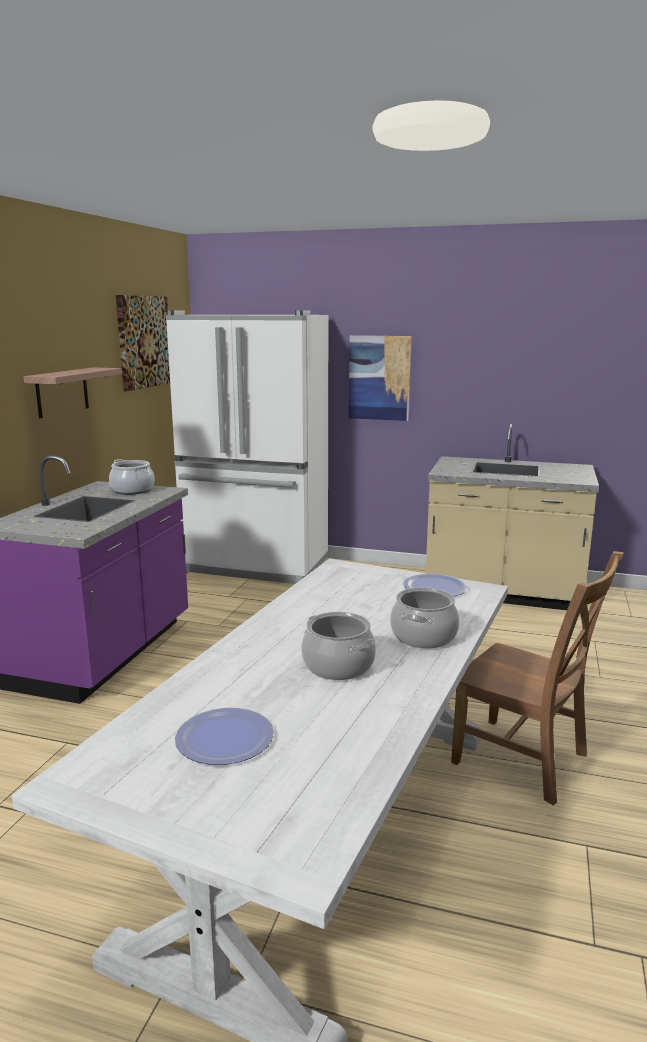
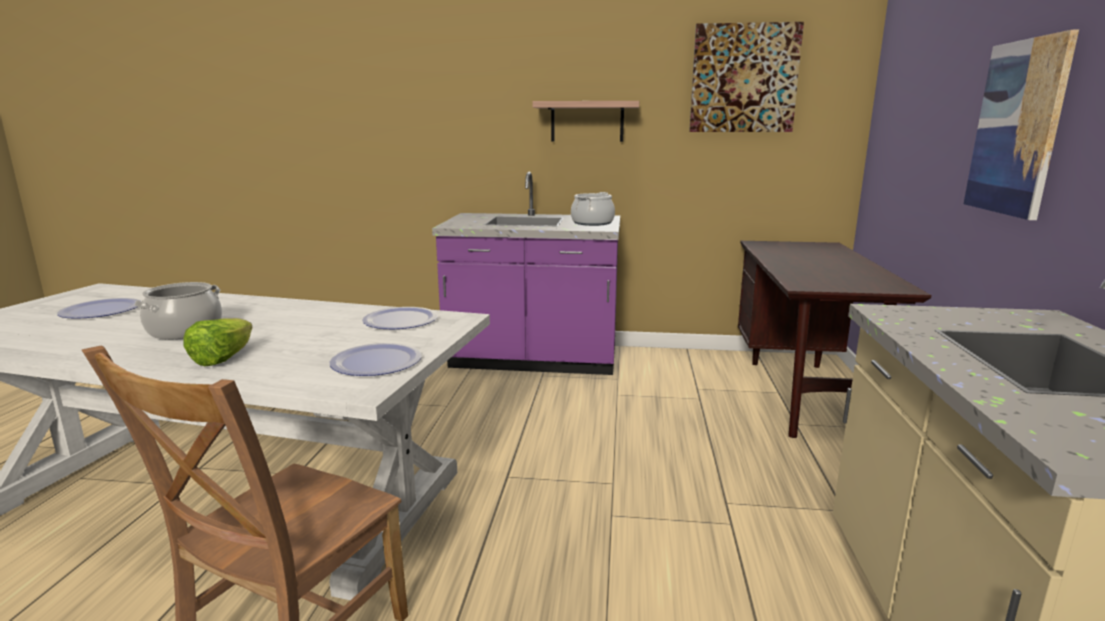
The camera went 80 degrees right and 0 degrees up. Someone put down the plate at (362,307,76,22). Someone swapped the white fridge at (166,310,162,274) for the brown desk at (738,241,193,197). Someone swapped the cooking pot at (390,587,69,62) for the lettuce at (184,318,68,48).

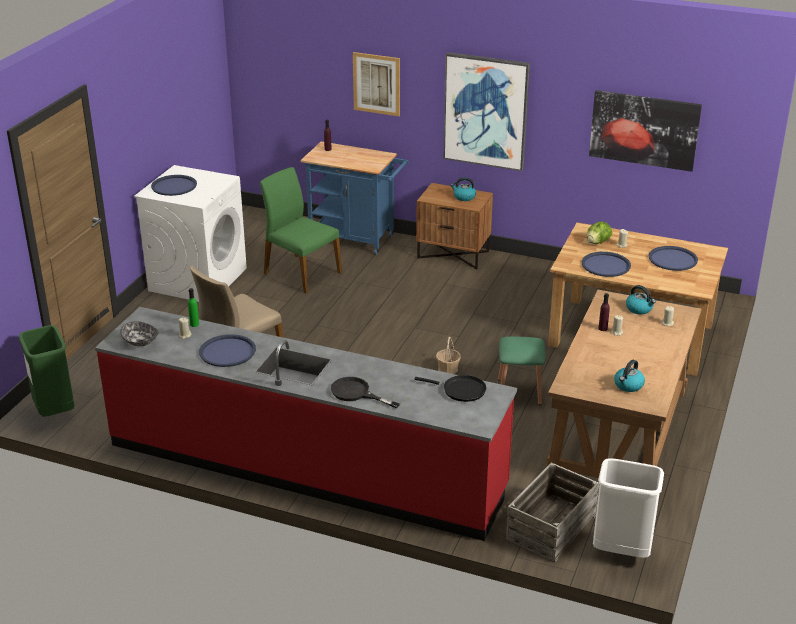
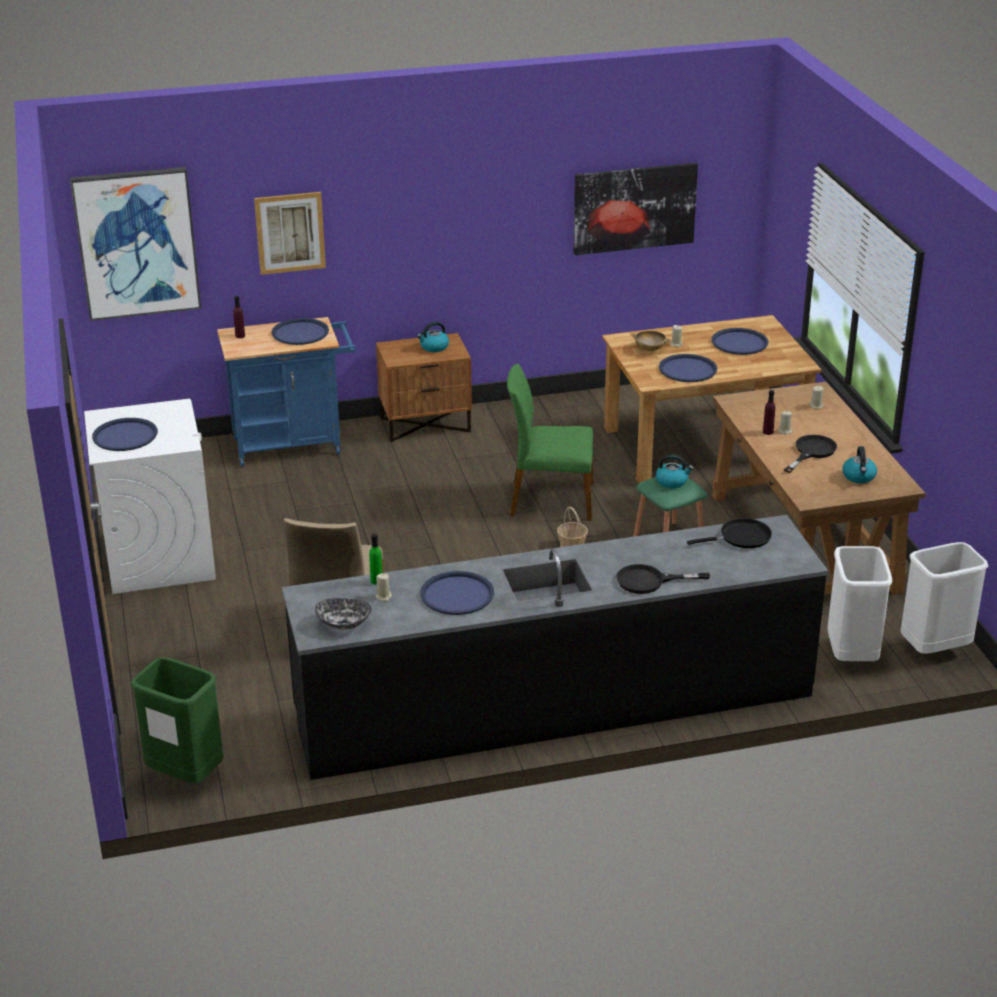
The camera went 35 degrees left and 0 degrees up. Someone put down the blue tray at (272,318,57,27). Someone put down the black frying pan at (784,435,53,38). Someone carried the green chair from (260,167,82,126) to (507,364,86,157). Someone carried the picture from (443,52,87,119) to (70,167,131,154). Someone carried the kettle from (626,285,30,29) to (656,454,38,34). Someone swapped the crate at (506,463,93,99) for the white trash can at (828,546,64,115). Someone swapped the lettuce at (587,222,25,22) for the beige bowl at (632,331,38,20). Someone repainted the red counter at (95,307,422,234), which became the black counter at (282,515,546,265).

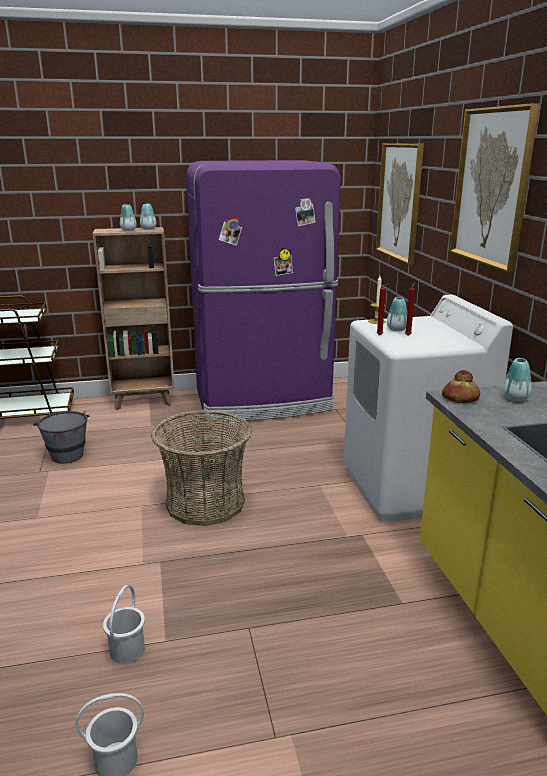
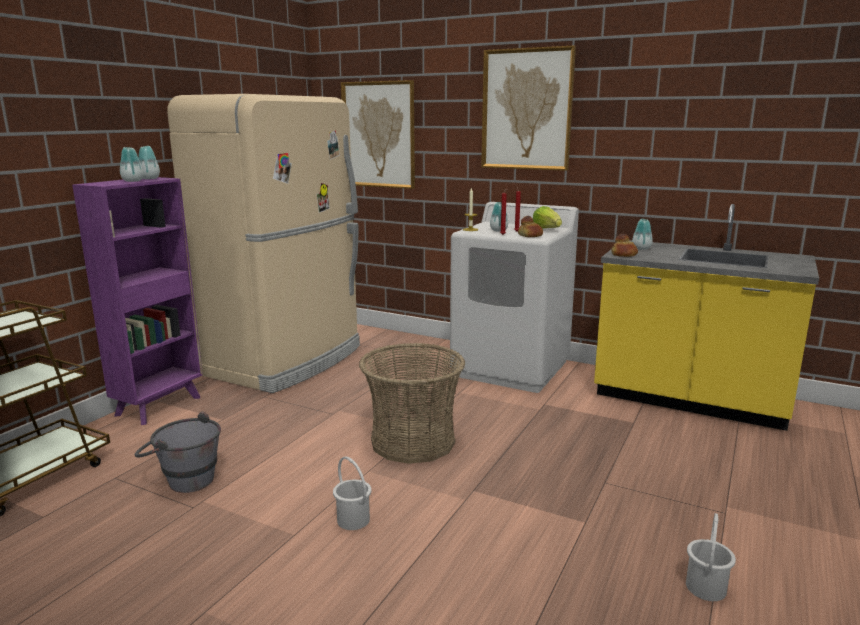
The camera went 50 degrees left and 5 degrees down. Someone put down the bread at (518,216,25,21). Someone put down the lettuce at (533,206,29,23). Someone carried the white bucket from (103,585,42,79) to (333,456,39,74). Someone repainted the brown bookcase at (93,227,82,183), which became the purple bookcase at (72,177,131,248). Someone repainted the purple fridge at (186,160,155,262), which became the beige fridge at (167,94,193,299).

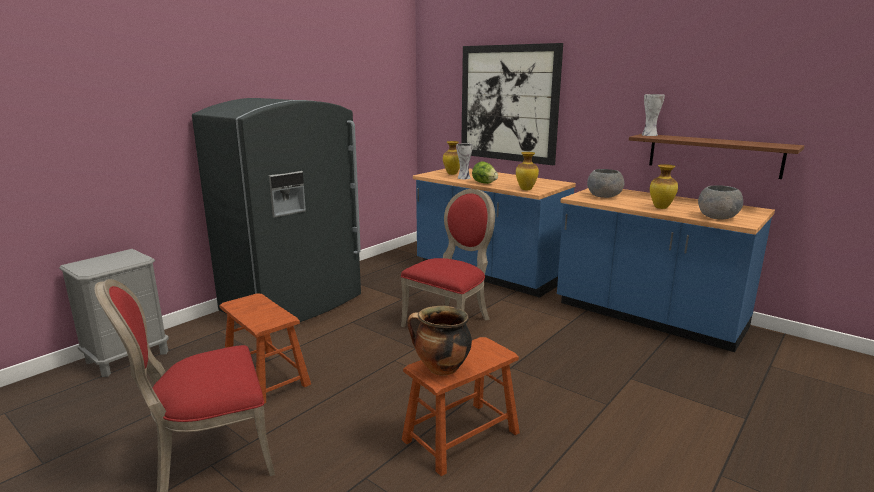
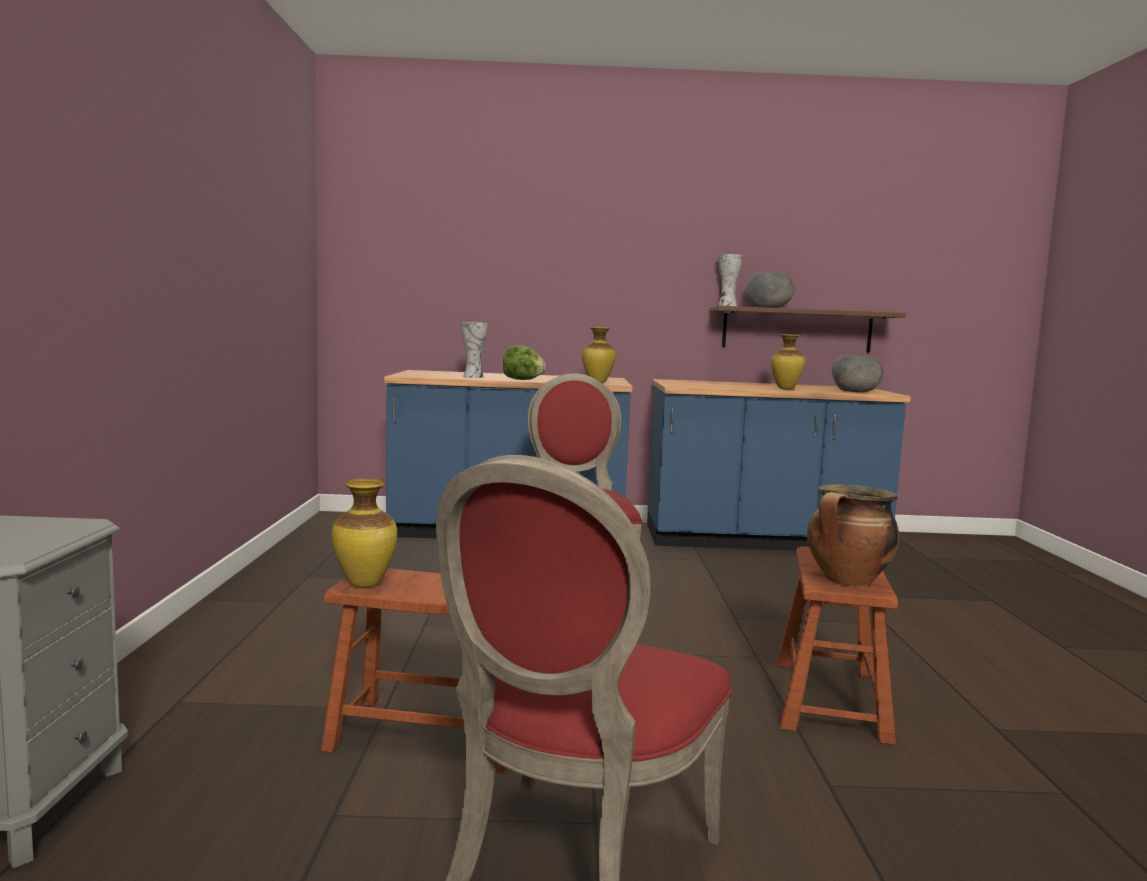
The camera went 40 degrees left and 10 degrees down. Someone took away the grey fridge at (192,98,169,224). Someone took away the picture at (461,43,102,122). Someone carried the vase from (443,141,17,34) to (332,479,65,109). Someone carried the grey bowl from (587,169,37,29) to (746,273,48,35).

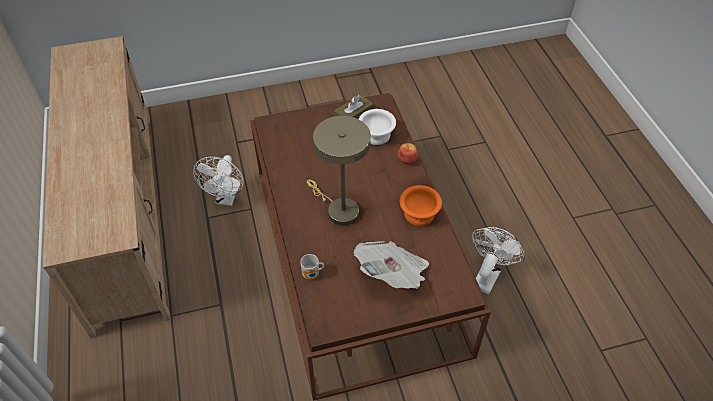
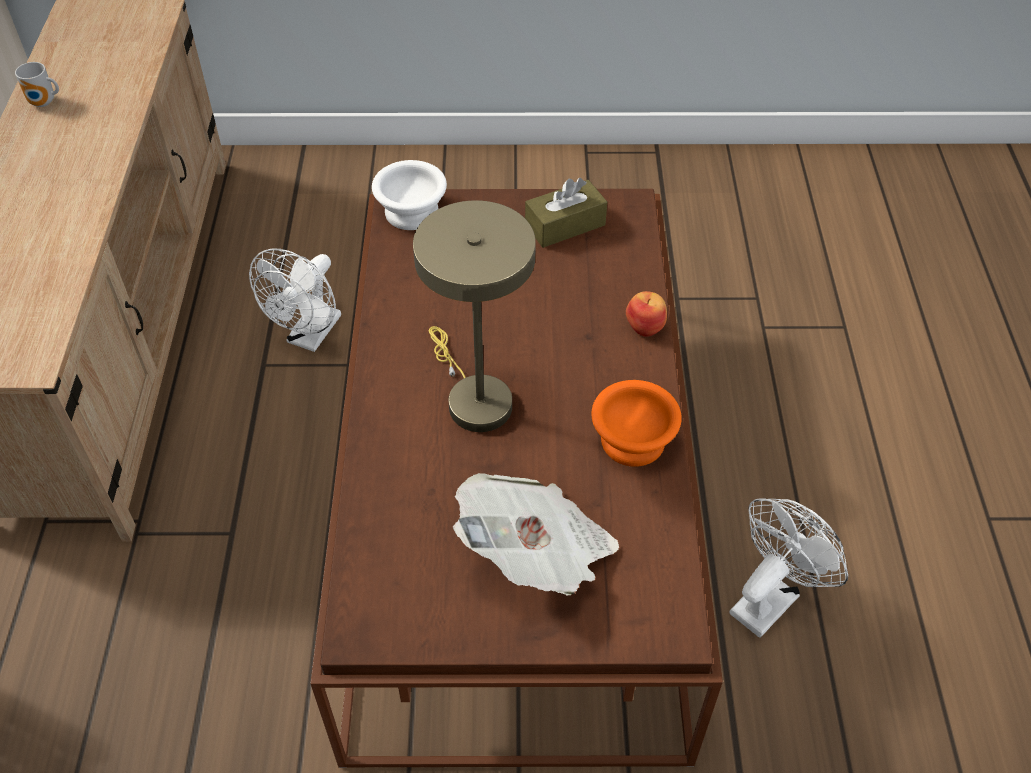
The camera went 15 degrees right and 0 degrees up. Someone carried the mug from (300,254,24,26) to (15,62,44,45). Someone carried the white bowl from (359,109,37,36) to (372,160,75,70).

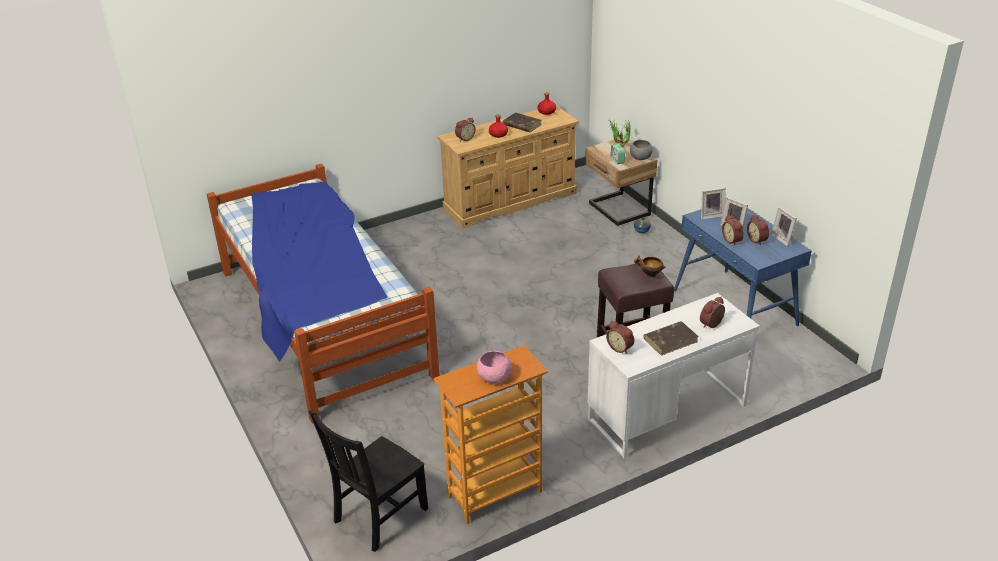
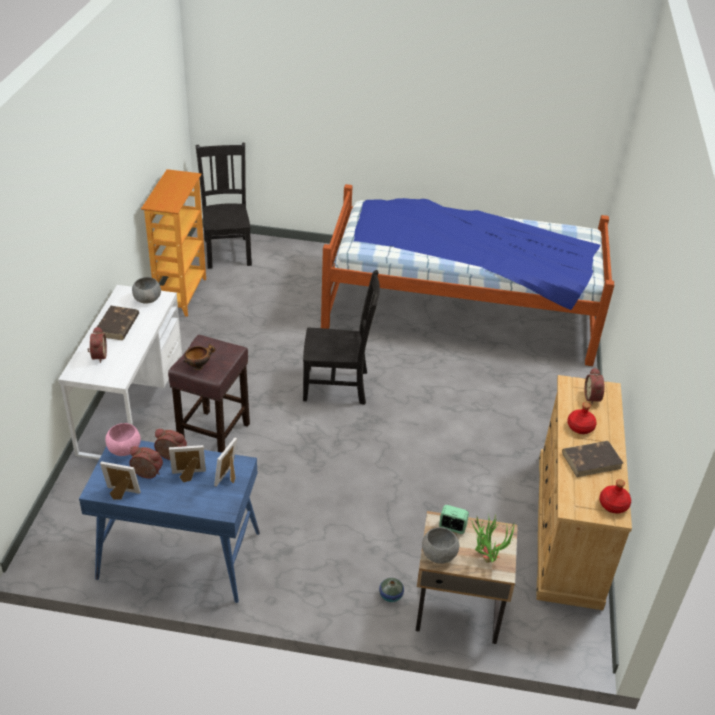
The camera went 125 degrees right and 5 degrees up. Someone put down the black chair at (303,270,77,135). Someone carried the pink bowl from (477,351,34,32) to (105,423,36,33). Someone swapped the alarm clock at (606,321,28,33) for the grey bowl at (132,277,29,27).

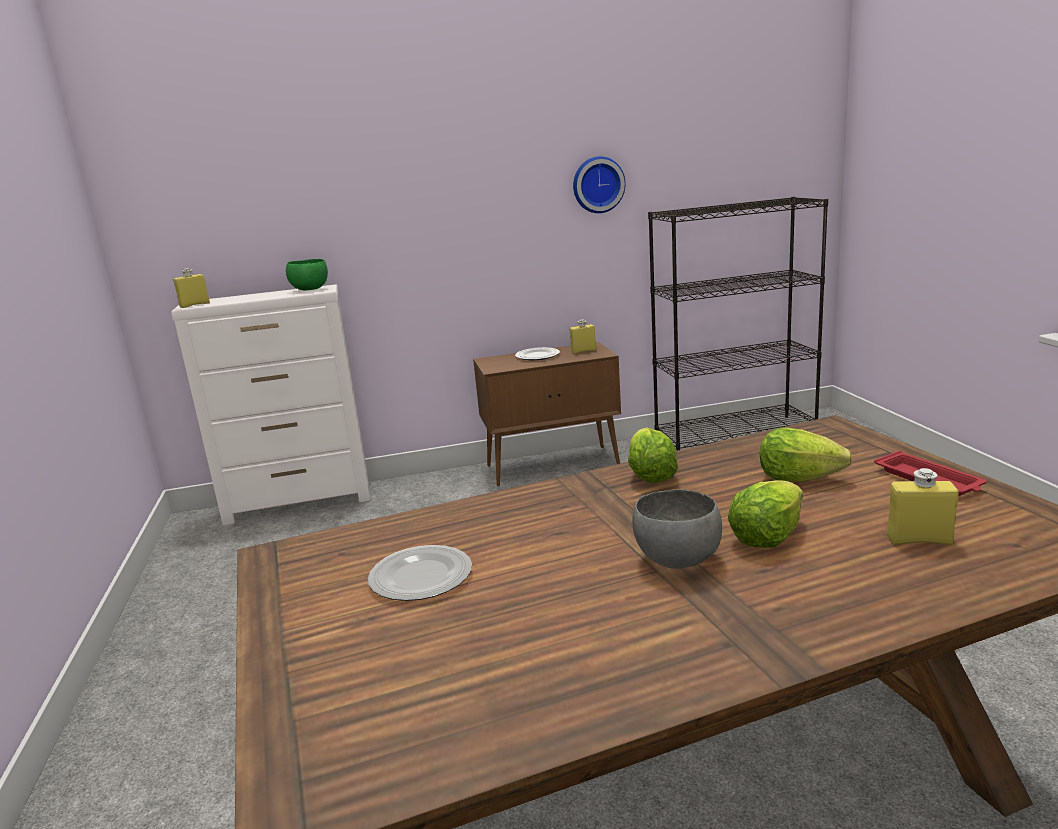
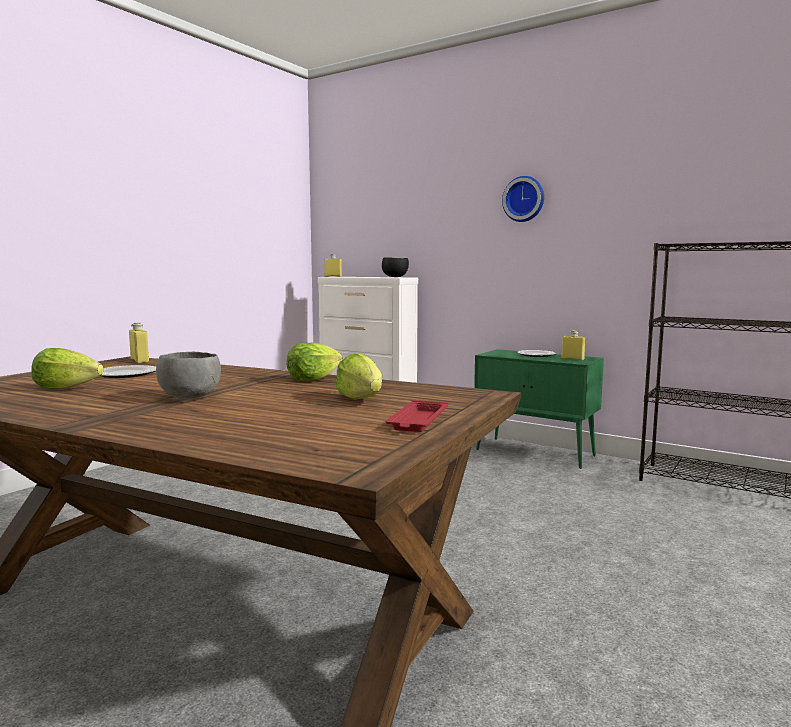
The camera went 45 degrees right and 10 degrees down. Someone carried the wall clock from (573,156,53,57) to (502,176,42,46). Someone carried the lettuce from (728,480,75,68) to (31,348,73,41). Someone carried the yellow bottle from (887,468,72,77) to (129,322,20,41). Someone repainted the green bowl at (286,259,42,31), which became the black bowl at (382,257,27,20). Someone repainted the brown cabinet at (473,342,148,144), which became the green cabinet at (474,349,130,120).

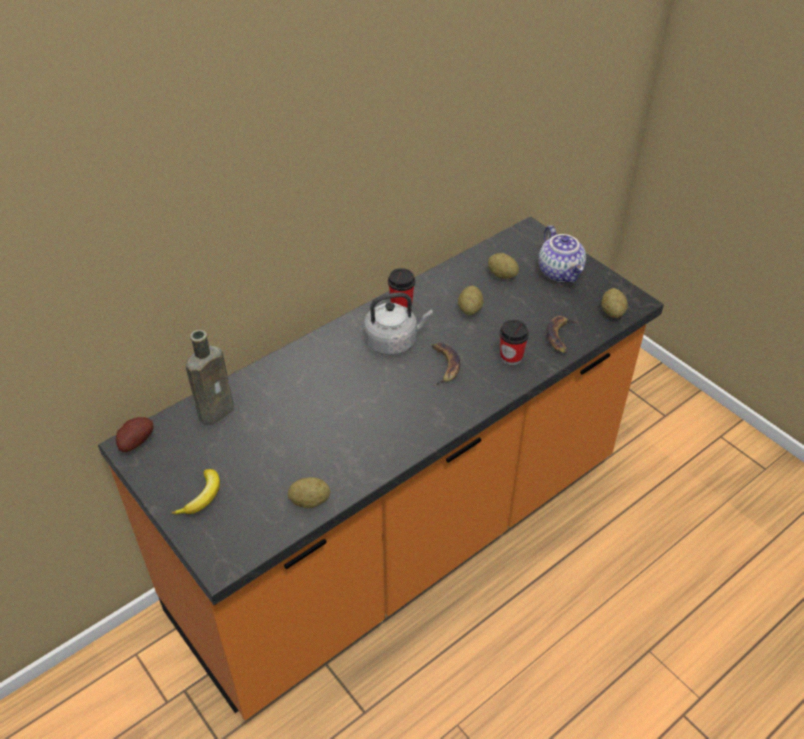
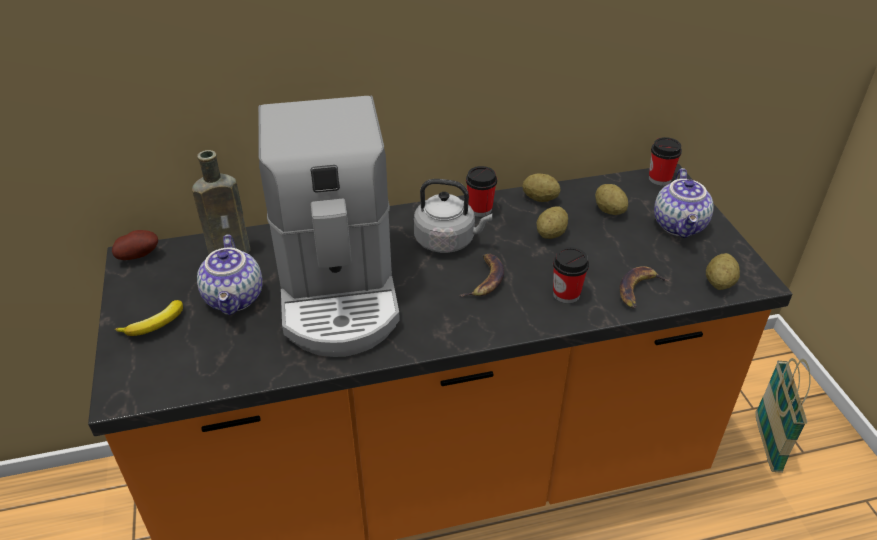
The camera went 25 degrees right and 5 degrees down. Someone put down the teapot at (197,235,66,80). Someone put down the coffee machine at (258,96,142,261). Someone put down the cup at (649,137,33,49). Someone put down the basket at (756,358,55,115). Someone carried the potato from (288,477,42,31) to (522,173,38,29).

